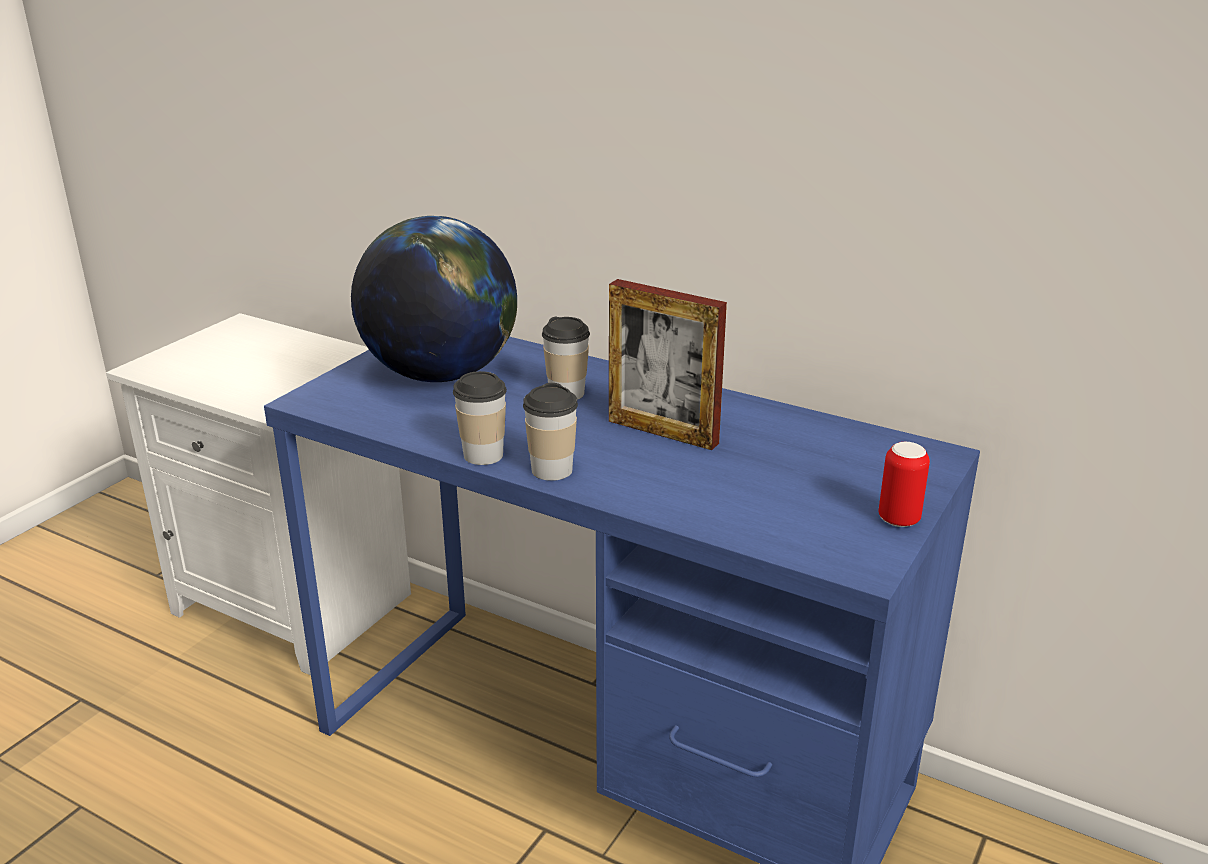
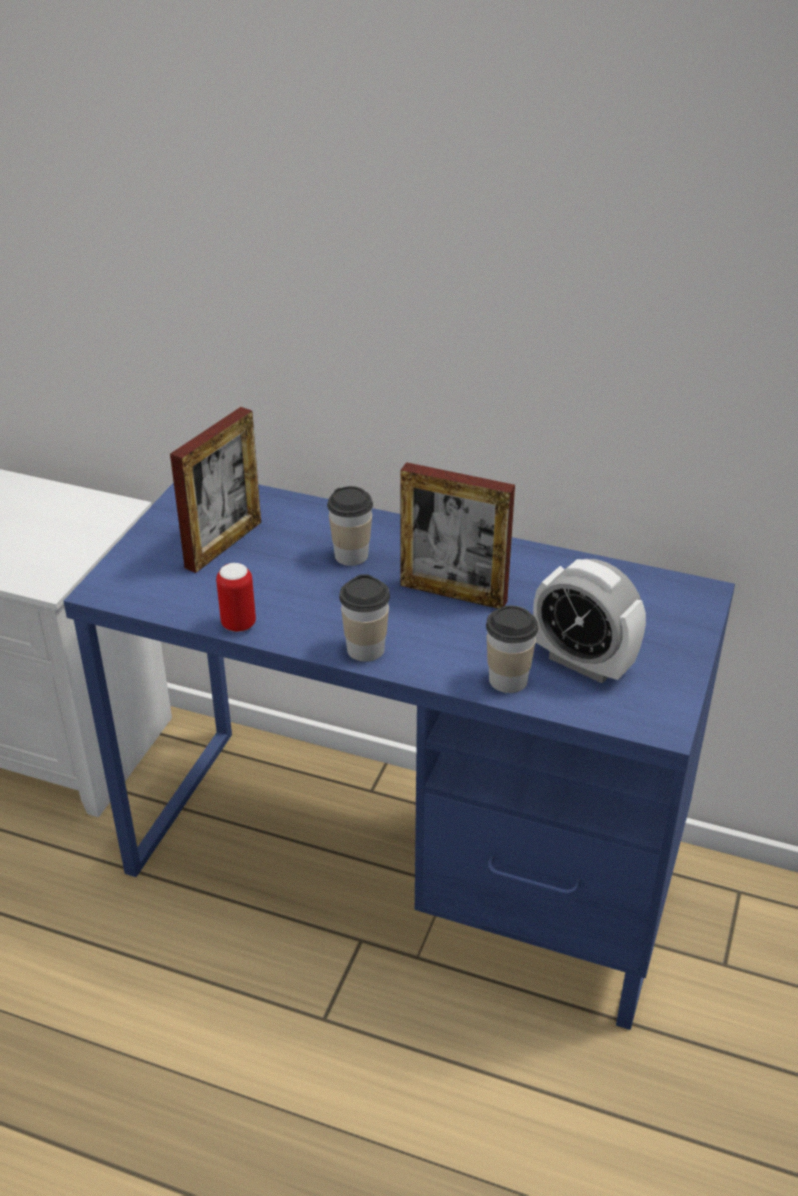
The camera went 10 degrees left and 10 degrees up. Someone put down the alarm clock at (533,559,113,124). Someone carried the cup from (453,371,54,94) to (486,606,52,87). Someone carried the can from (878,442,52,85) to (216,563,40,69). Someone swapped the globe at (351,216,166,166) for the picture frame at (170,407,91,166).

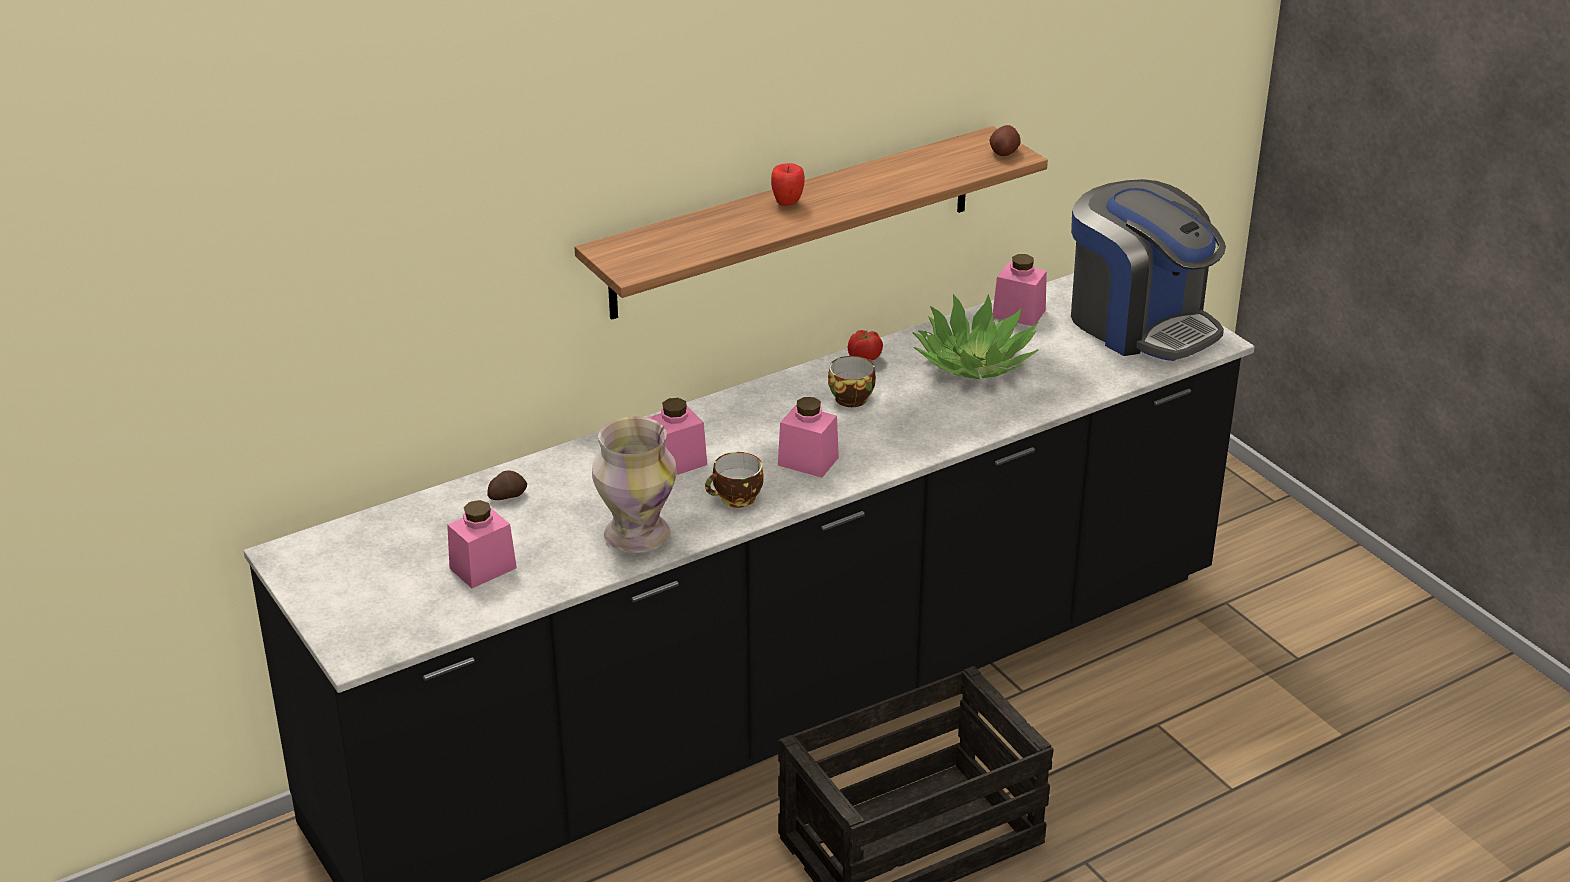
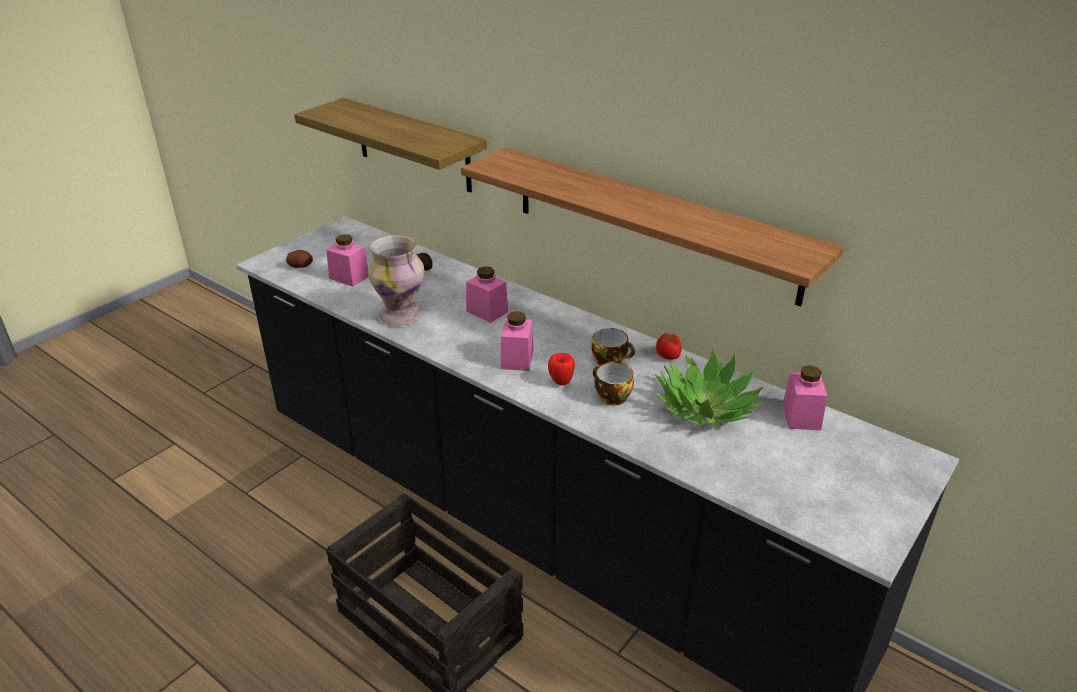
The camera went 70 degrees right and 0 degrees up. Someone took away the coffee machine at (1071,179,155,182). Someone put up the shelf at (294,98,193,95). Someone carried the cup from (705,452,59,56) to (593,362,41,43). Someone carried the apple from (771,163,34,43) to (548,353,27,32). Someone carried the potato from (989,125,32,31) to (286,250,27,18).

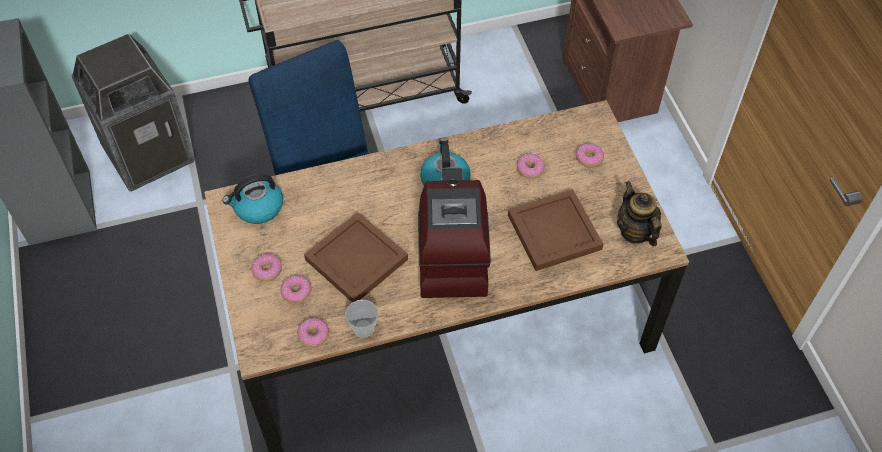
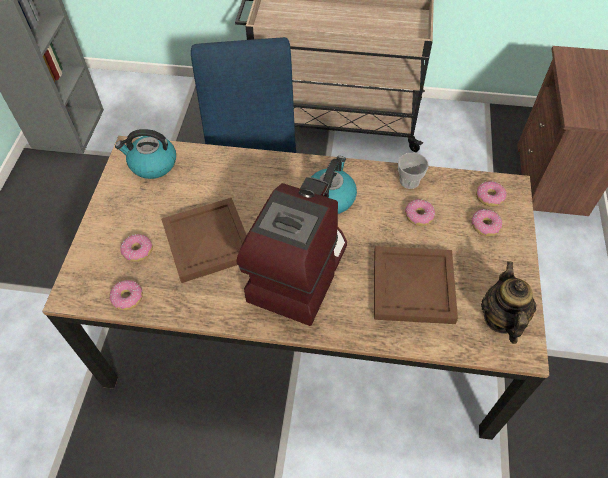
The camera went 25 degrees right and 0 degrees up. Someone took away the trash can at (71,34,125,157). Someone carried the donut from (251,254,31,28) to (476,181,30,26). Someone carried the cup from (345,300,33,38) to (398,153,31,36).

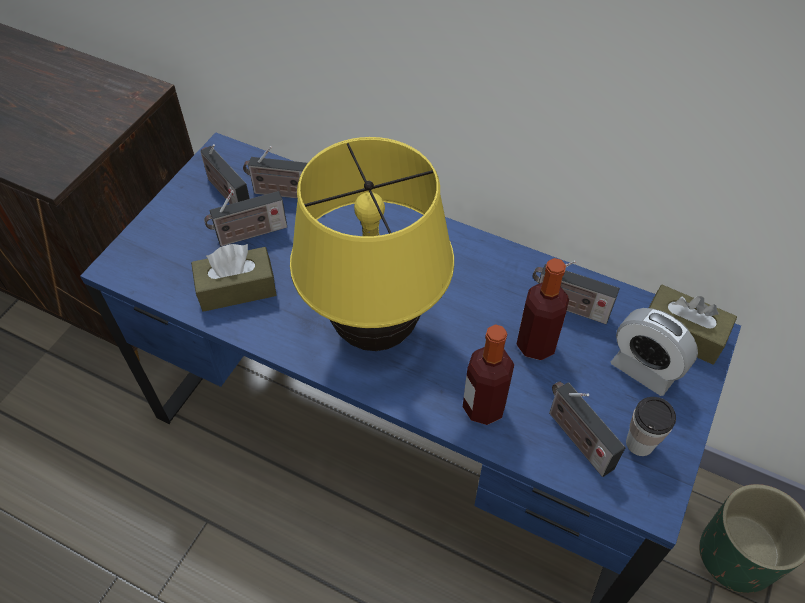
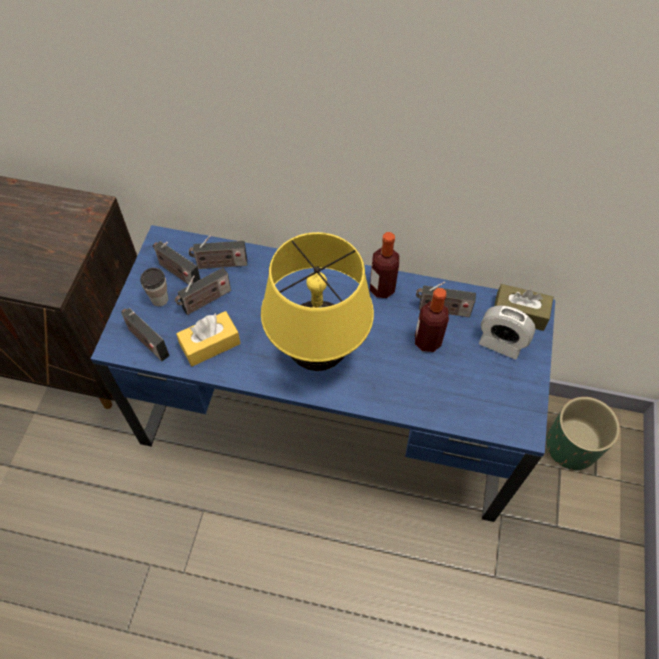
The camera went 15 degrees left and 5 degrees up. Someone carried the bottle from (463,324,51,101) to (370,232,29,66). Someone carried the radio from (549,381,77,96) to (121,308,48,53). Someone carried the cup from (626,397,50,59) to (140,268,28,38). Someone repainted the brown tissue box at (191,244,86,68), which became the yellow tissue box at (176,311,64,55).

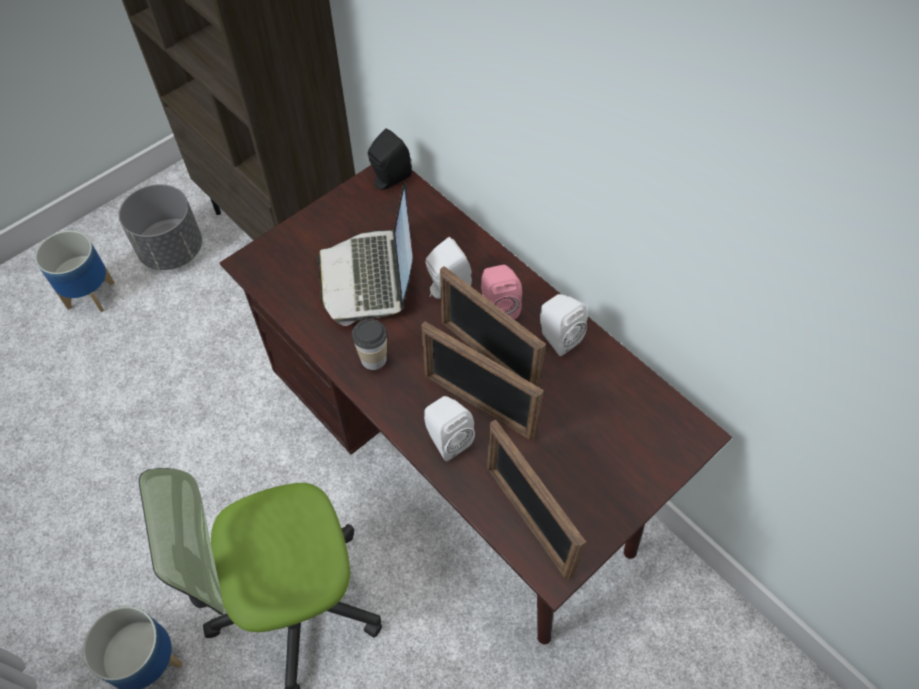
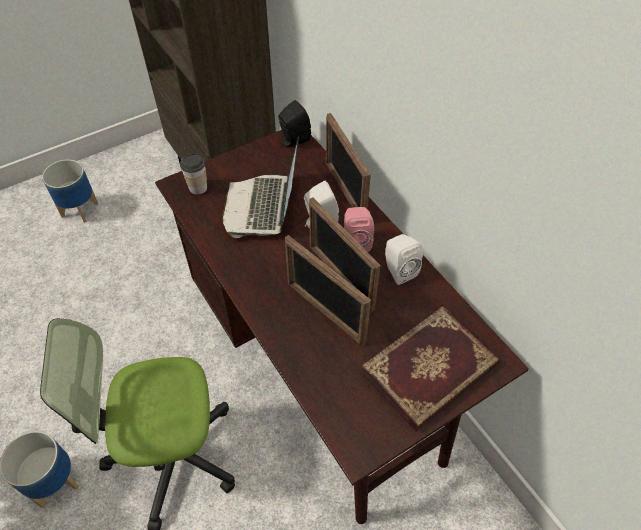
The camera went 10 degrees right and 5 degrees down. Someone took away the grey planter at (119,184,83,86). Someone took away the white speaker at (424,396,51,65). Someone put down the book at (361,306,138,125). Someone carried the cup from (352,319,35,51) to (180,153,27,42). Someone carried the picture frame from (487,419,99,161) to (326,113,45,97).

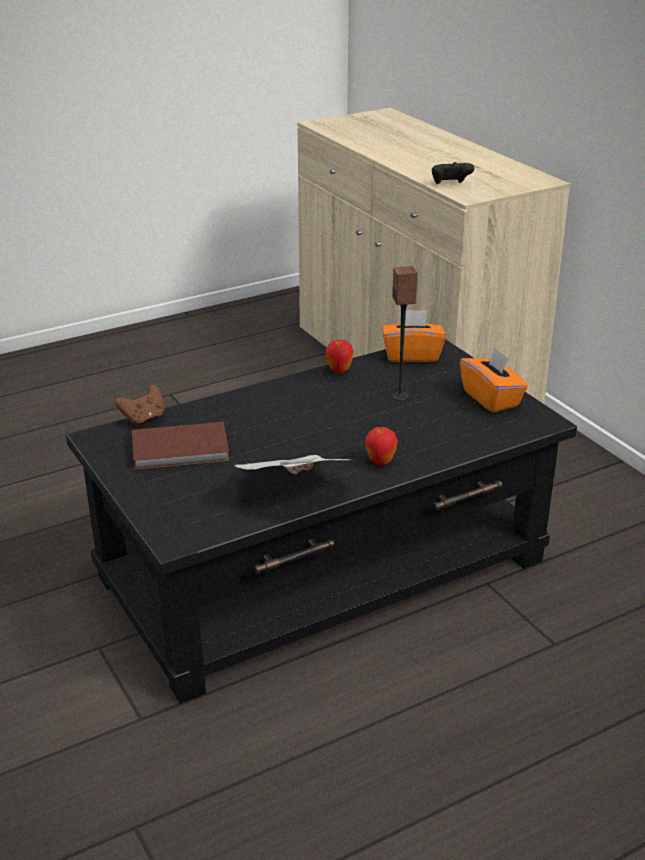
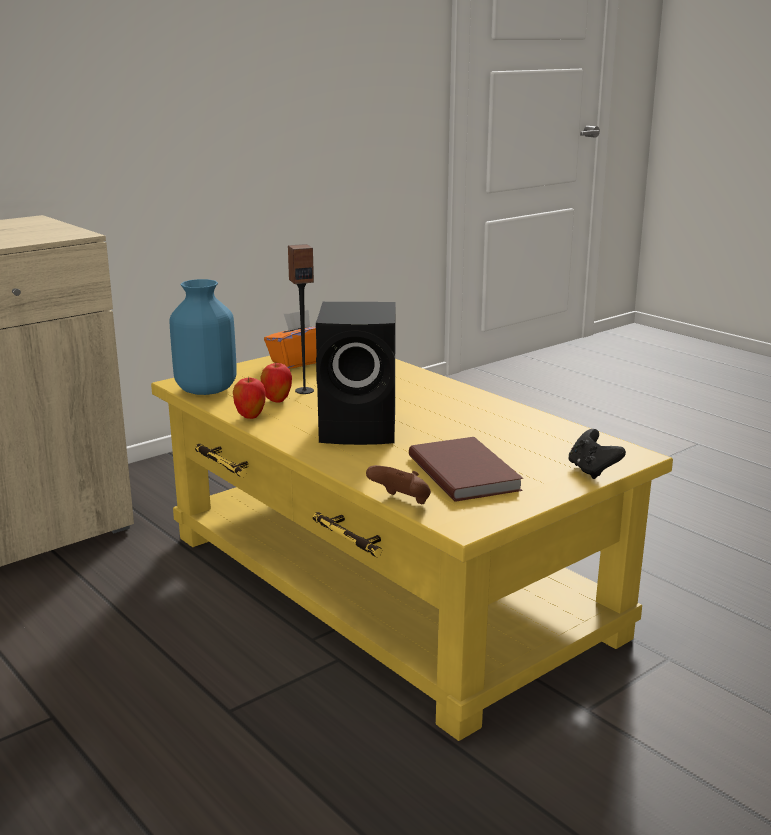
The camera went 100 degrees left and 10 degrees down. Someone took away the newspaper at (234,455,120,19). Someone put down the black speaker at (316,302,80,143). Someone carried the apple from (365,427,33,39) to (260,363,32,40). Someone carried the black game controller from (432,162,42,22) to (568,429,58,50). Someone swapped the orange tissue box at (382,310,64,52) for the blue vase at (169,279,68,116). Someone repainted the black coffee table at (66,339,511,364), which became the yellow coffee table at (151,356,522,385).

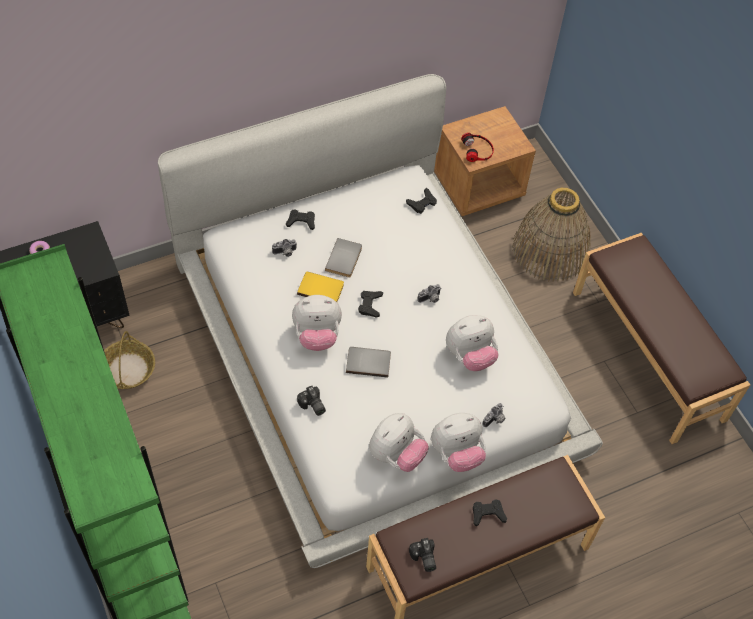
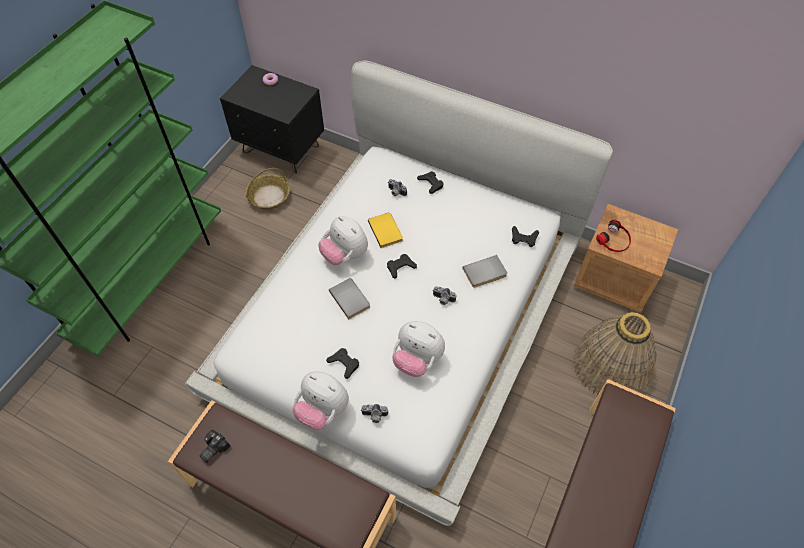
The camera went 55 degrees right and 0 degrees up. Someone took away the photo camera at (297,386,29,30). Someone took away the plush toy at (369,413,60,59). Someone carried the grey book from (325,238,37,40) to (463,255,44,33). Someone carried the black game controller from (473,499,34,27) to (326,348,33,31).

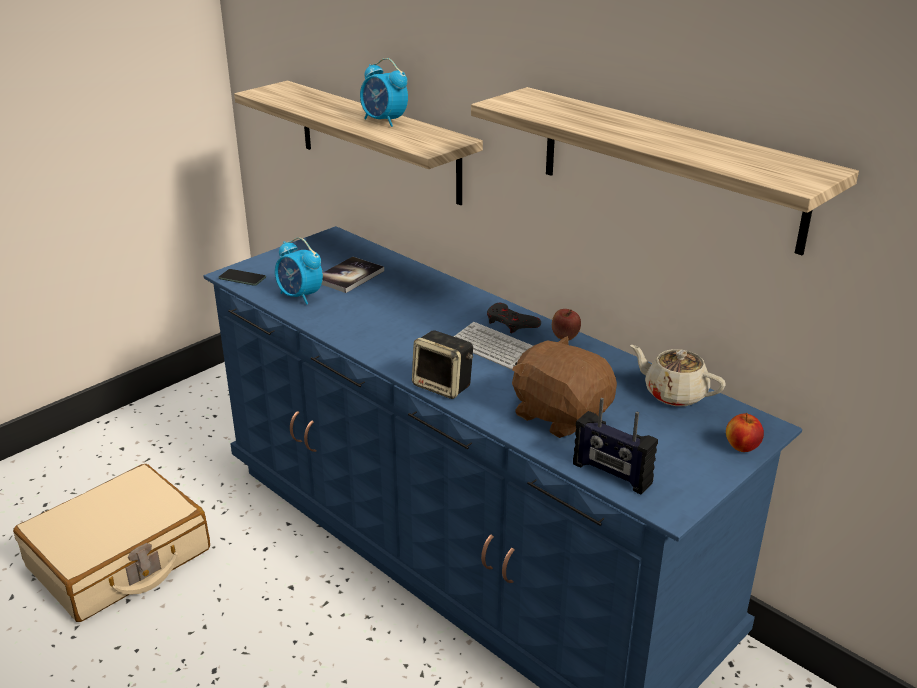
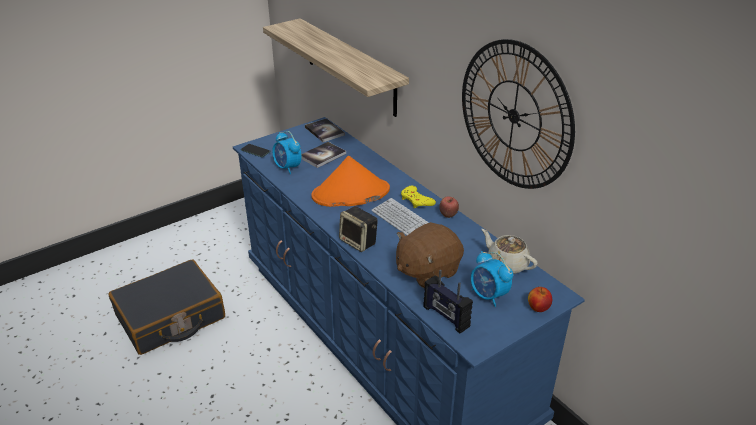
The camera went 10 degrees right and 5 degrees up. Someone put down the book at (305,118,40,24). Someone put down the orange hat at (311,156,79,51). Someone carried the alarm clock from (360,58,48,69) to (471,251,42,56). Someone swapped the shelf at (471,87,388,168) for the wall clock at (462,39,113,150). Someone repainted the beige suitcase at (13,464,197,158), which became the black suitcase at (108,260,117,95). Someone repainted the grey game controller at (487,303,54,30), which became the yellow game controller at (401,186,35,22). Someone rotated the brown plush toy at (512,336,105,102) by 90 degrees counterclockwise.

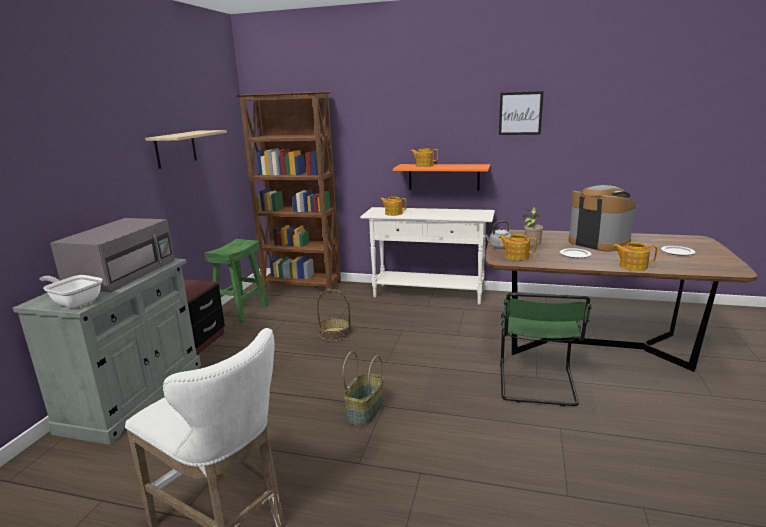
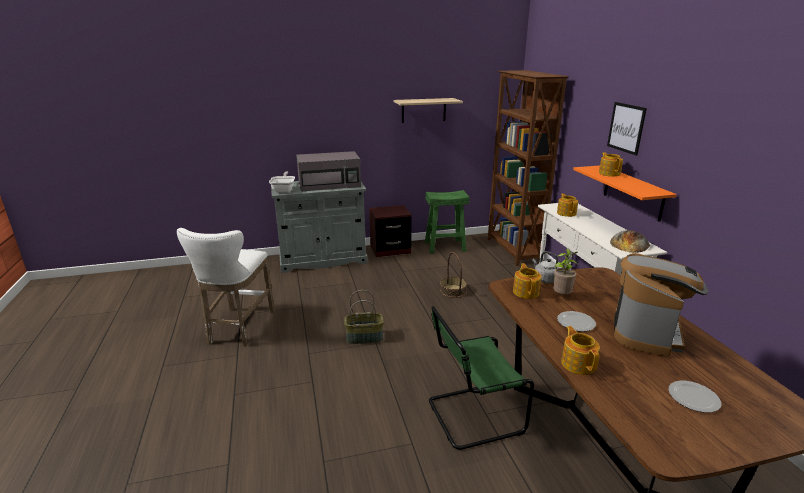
The camera went 60 degrees right and 5 degrees up. Someone put down the bread at (610,230,40,23). Someone carried the picture from (499,91,45,44) to (607,102,40,54).

